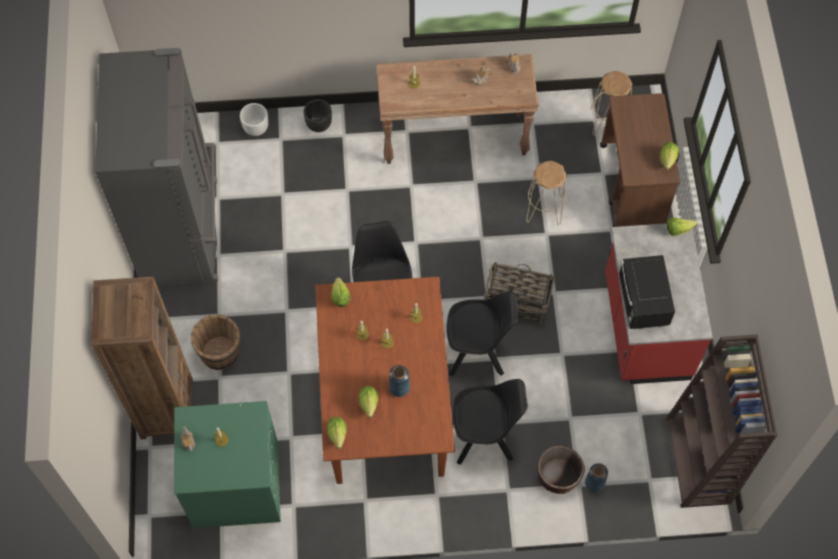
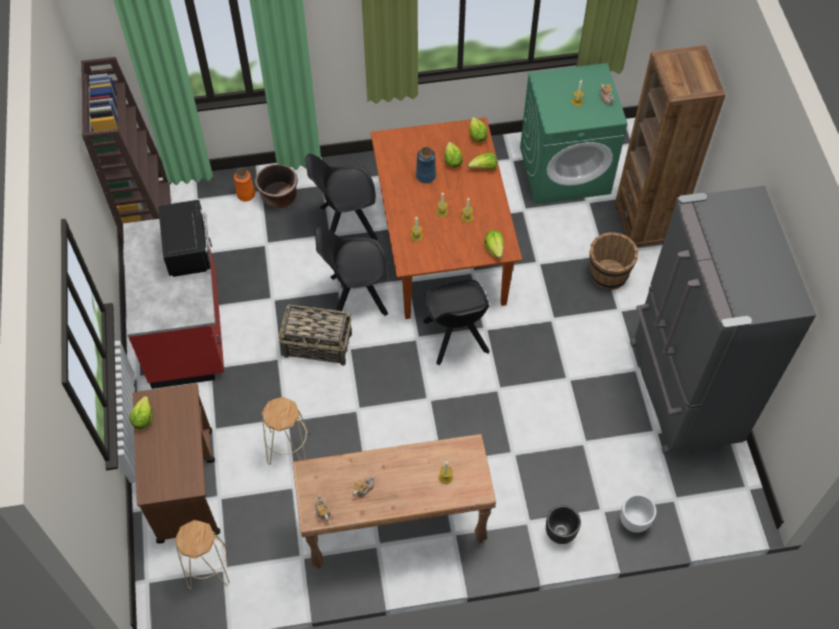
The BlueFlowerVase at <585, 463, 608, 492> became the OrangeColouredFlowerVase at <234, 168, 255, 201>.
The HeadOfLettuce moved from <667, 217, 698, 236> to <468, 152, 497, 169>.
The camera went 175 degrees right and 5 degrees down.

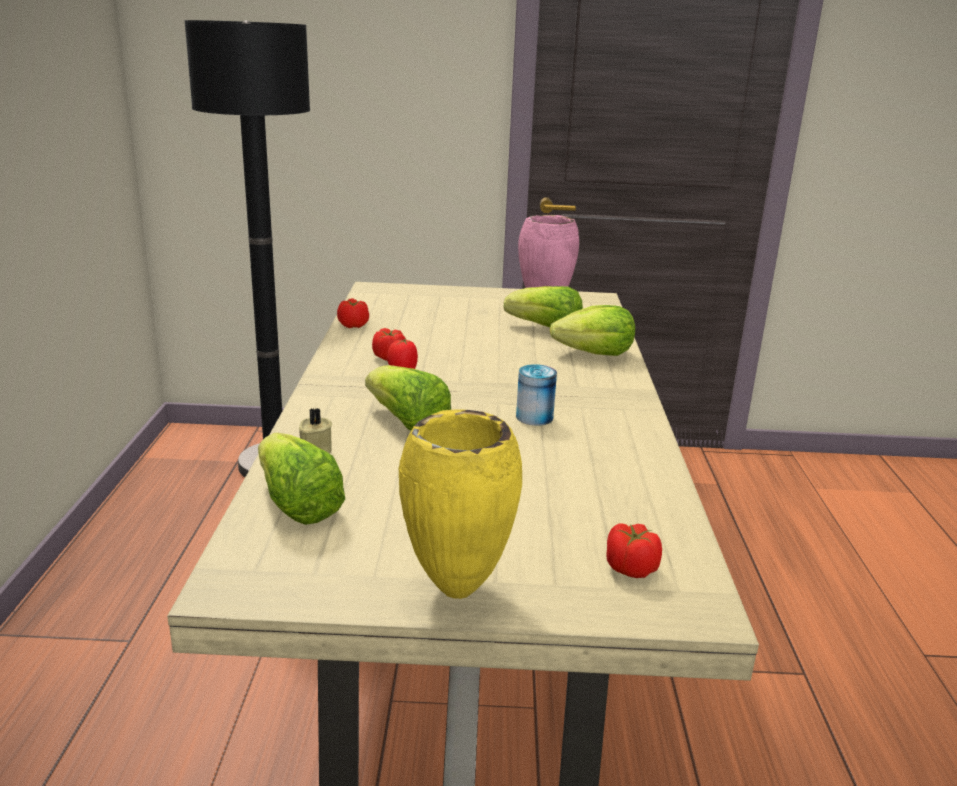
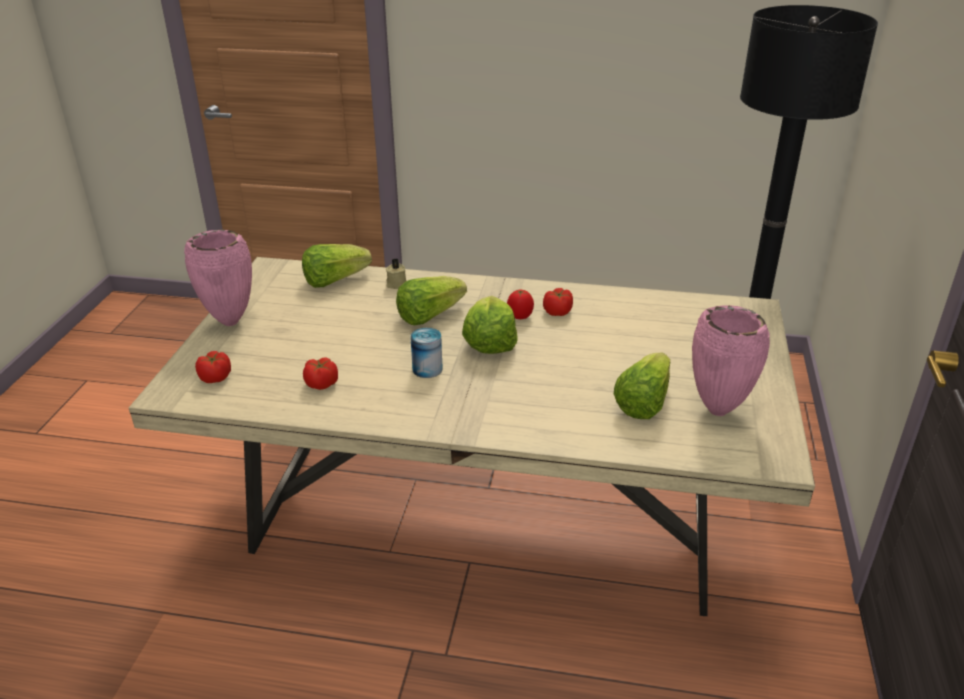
The Tomato moved from <337, 299, 369, 328> to <303, 357, 338, 390>.
The YellowishFlowerVase at <399, 409, 522, 599> became the PinkishFlowerVase at <184, 229, 252, 326>.
The HeadOfLettuce moved from <550, 305, 635, 356> to <462, 296, 518, 354>.
The camera went 100 degrees right and 10 degrees up.

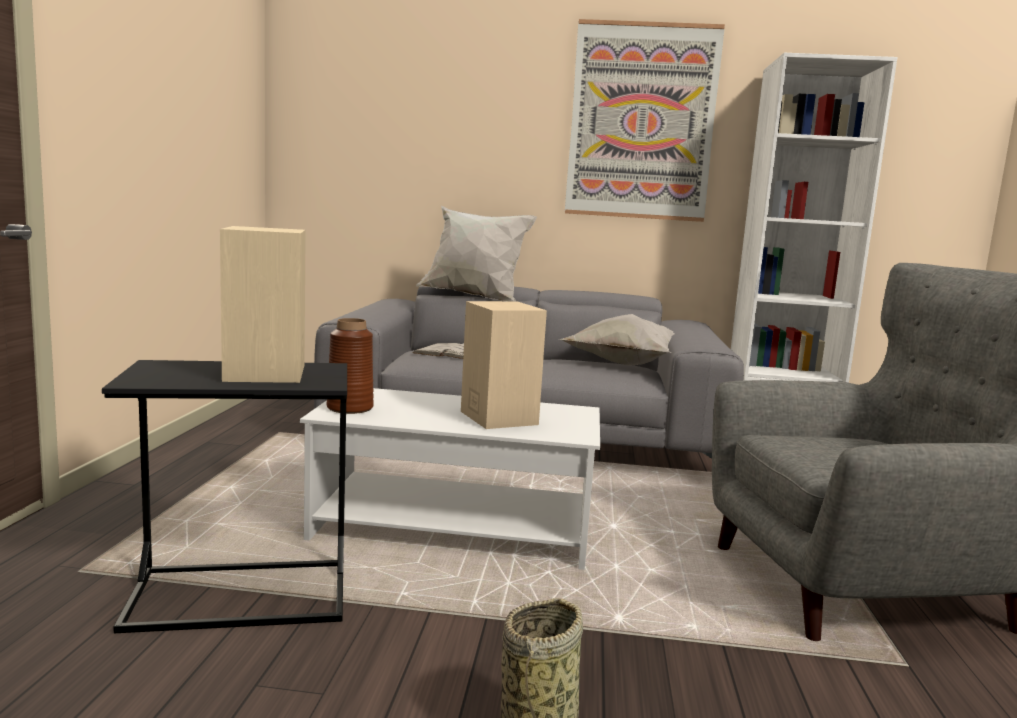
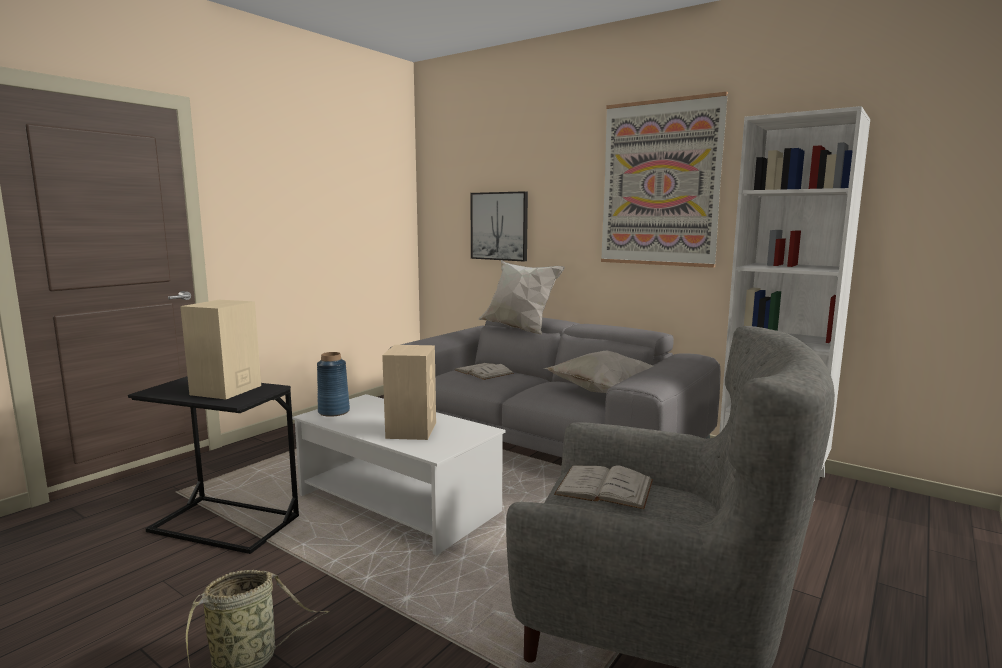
The BrownishFlowerVase at <327, 318, 374, 414> became the BlueFlowerVase at <317, 352, 350, 417>.
The WallPicture at <470, 191, 528, 261> appeared.
The WhiteBoundBook at <554, 465, 653, 509> appeared.
The camera went 30 degrees right and 0 degrees up.

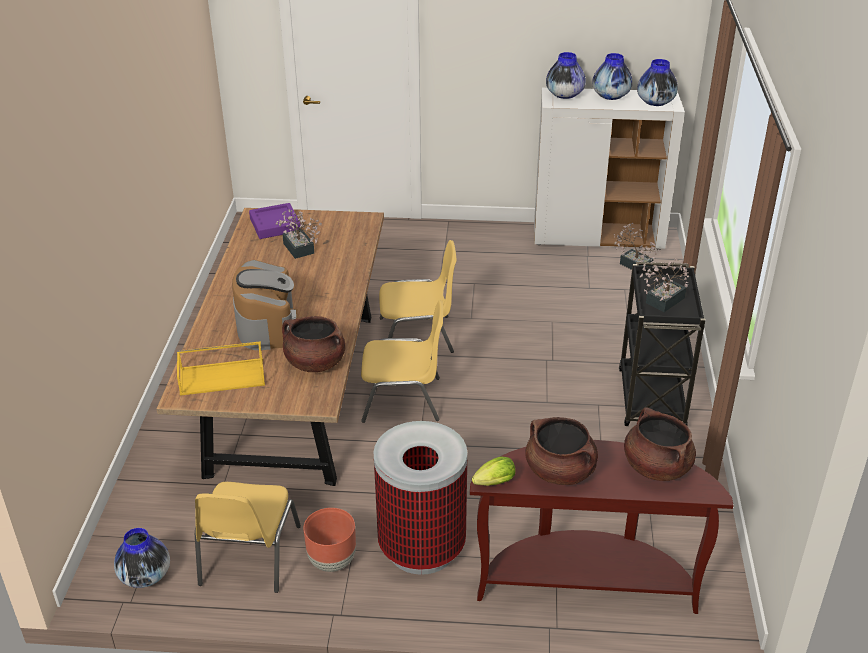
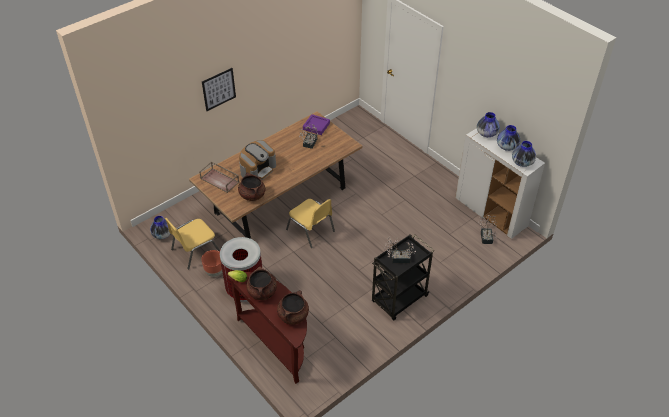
The YellowishTray at <177, 341, 265, 396> became the BrownishTray at <199, 161, 239, 193>.
The YellowishChair at <379, 240, 457, 353> disappeared.
The WallPicture at <202, 68, 236, 111> appeared.
The camera went 45 degrees right and 10 degrees up.

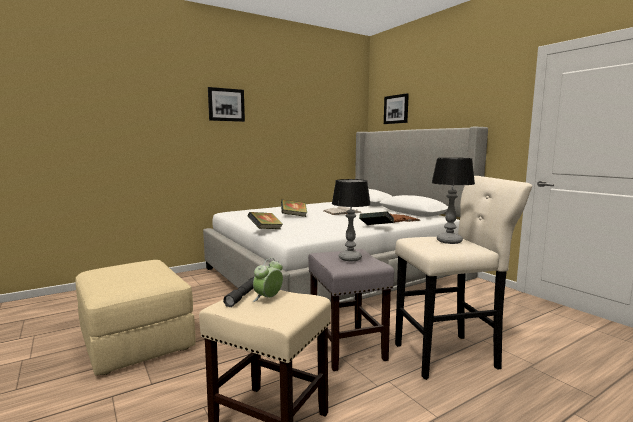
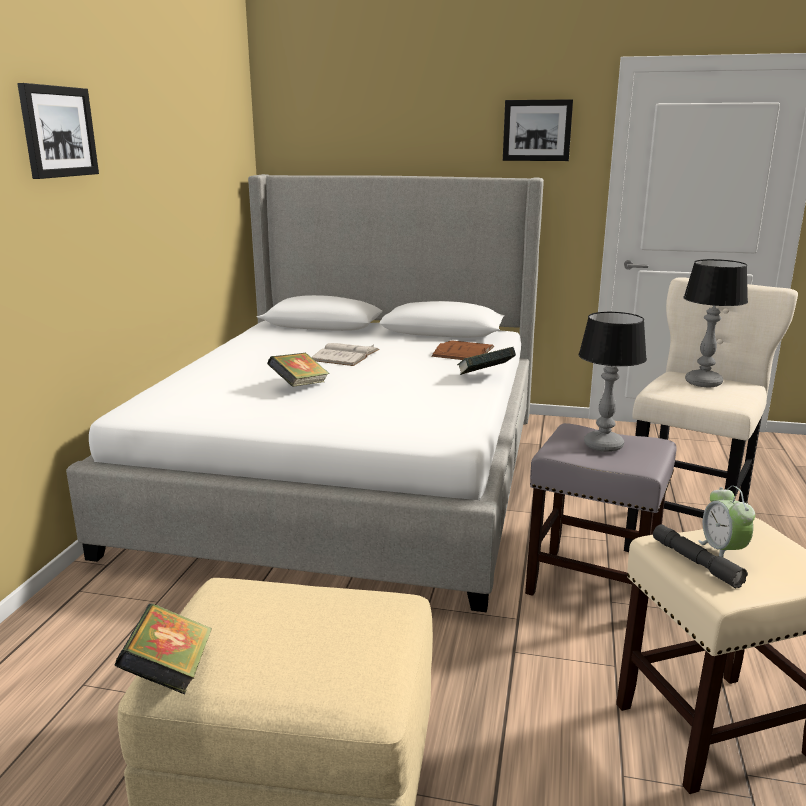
The BoundBook moved from <248, 212, 283, 229> to <115, 603, 212, 694>.
The WallPicture moved from <384, 93, 409, 124> to <503, 99, 573, 161>.
The camera went 45 degrees left and 10 degrees up.

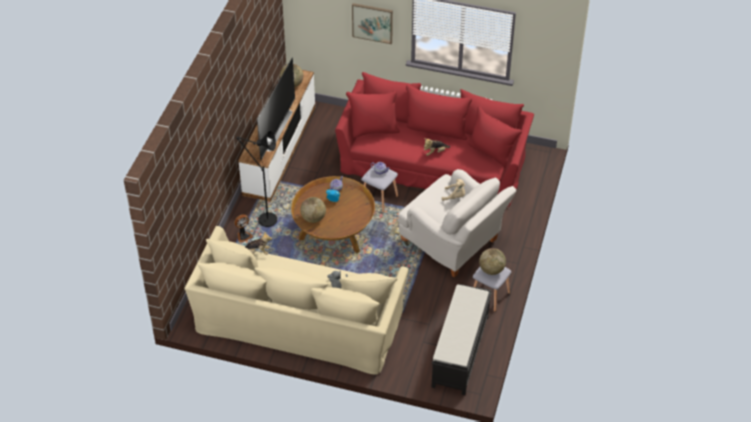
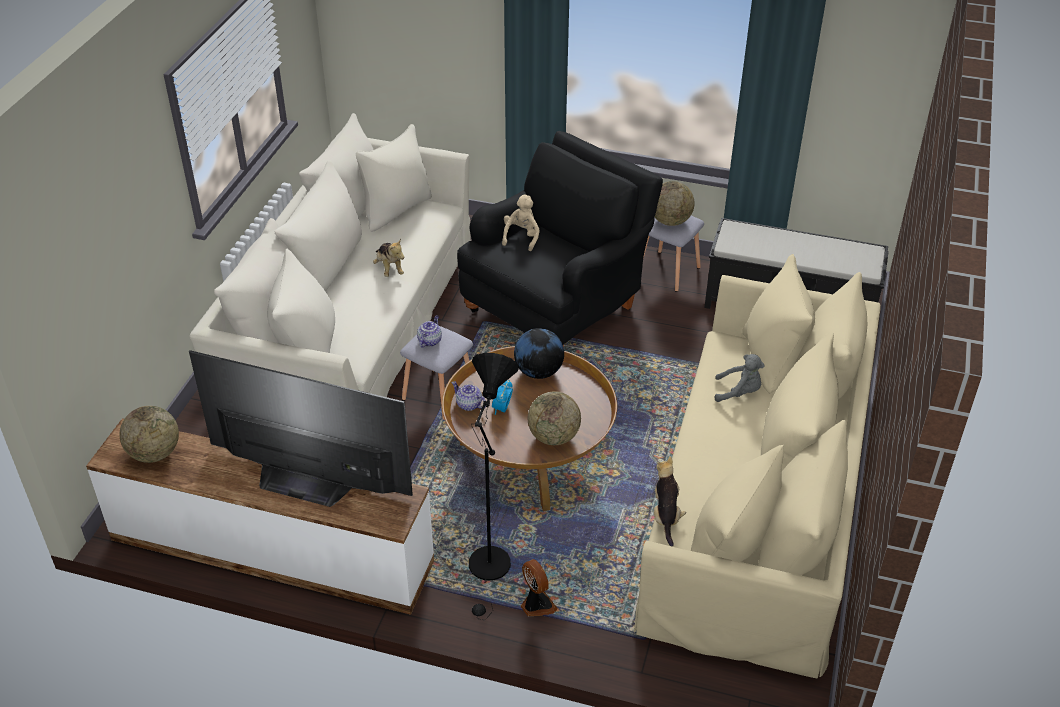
The RedSofa at <335, 72, 534, 207> became the BeigeColouredSofa at <189, 113, 471, 397>.
The WallPicture at <352, 3, 393, 44> disappeared.
The WhiteLoungeChair at <398, 169, 516, 278> became the BlackColouredLoungeChair at <457, 131, 663, 347>.
The DeskGlobe at <514, 328, 564, 379> appeared.
The camera went 90 degrees left and 5 degrees down.

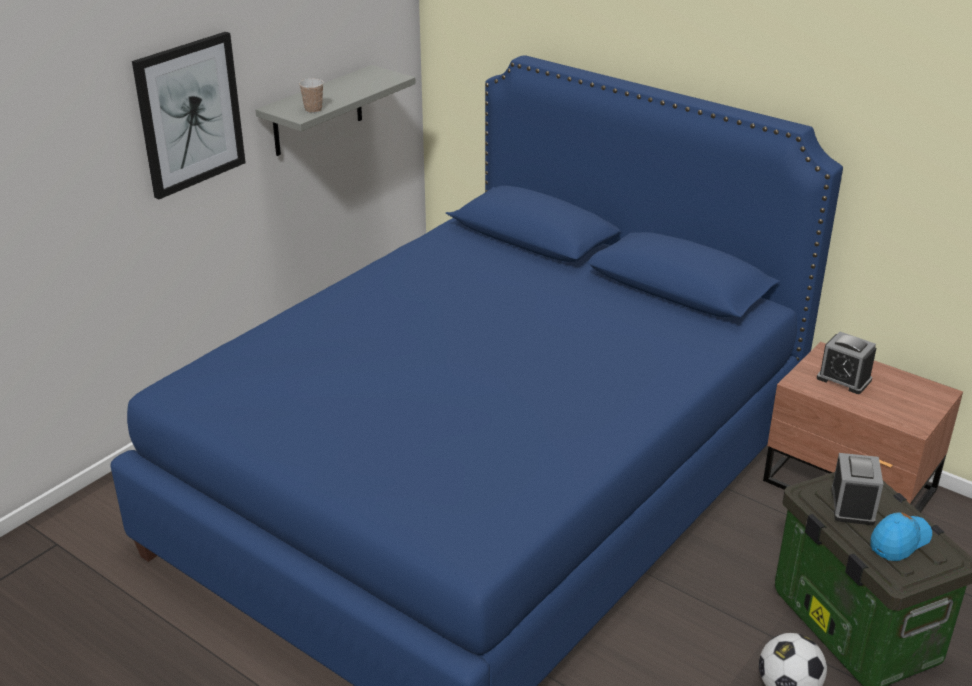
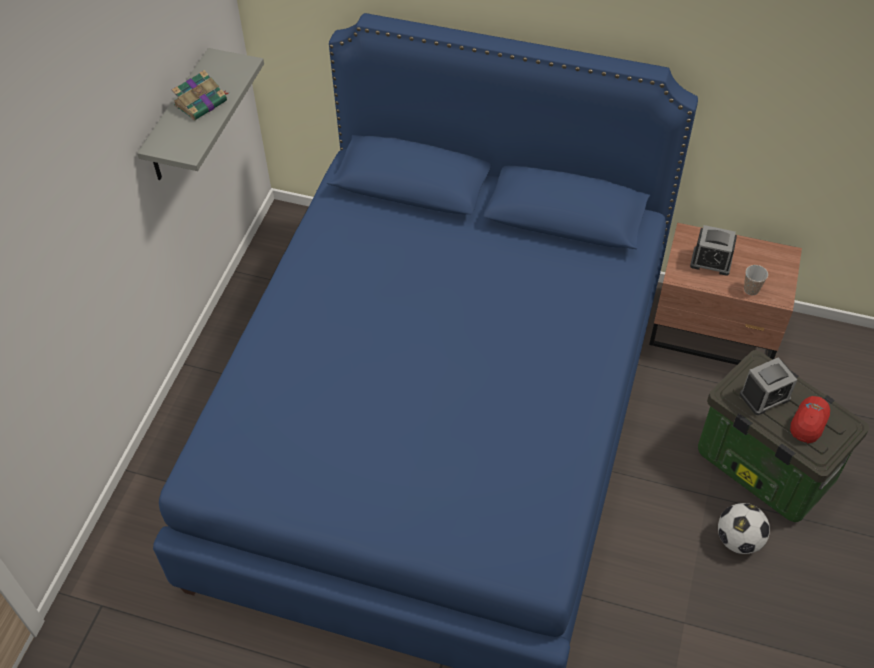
The WallPicture at <132, 32, 246, 199> disappeared.
The Cup moved from <299, 79, 324, 113> to <744, 265, 768, 295>.
The BedsideClock at <831, 453, 883, 525> turned 75 degrees clockwise.
The BlueCap at <870, 512, 932, 561> became the RedCap at <790, 396, 830, 443>.
The BoundBook at <172, 70, 228, 121> appeared.
The camera went 20 degrees left and 20 degrees up.

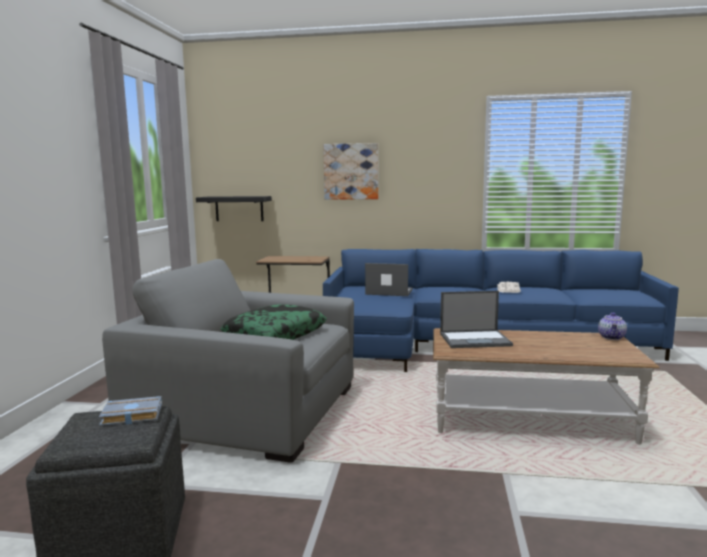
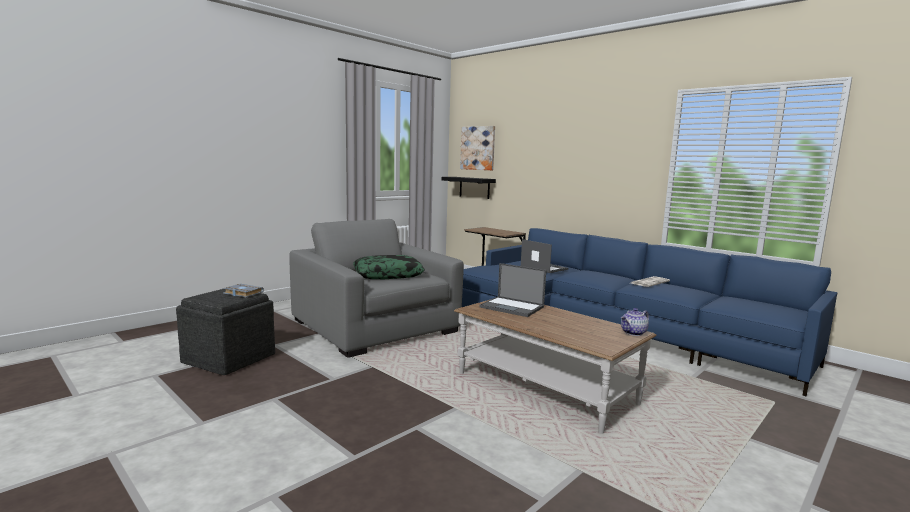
The WallPicture moved from <323, 143, 379, 200> to <460, 126, 495, 170>.
The camera went 35 degrees right and 0 degrees up.

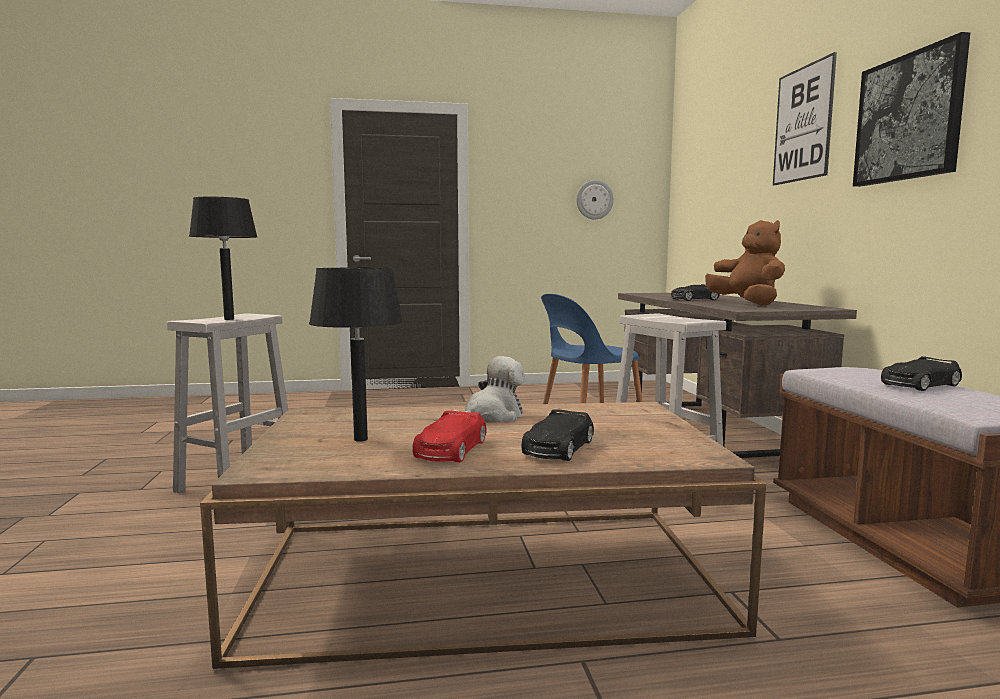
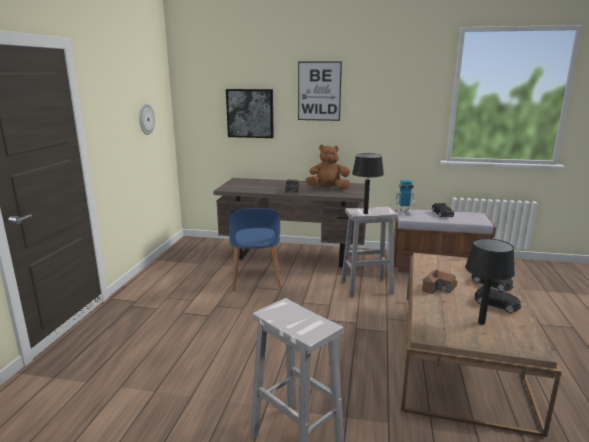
The BlackColouredTableLamp moved from <189, 197, 258, 320> to <352, 153, 384, 214>.
The RedModelCar at <413, 411, 486, 462> became the BlackColouredModelCar at <475, 286, 522, 313>.
The PlushToy at <450, 356, 525, 422> was replaced by the MiniatureHouse at <422, 269, 457, 294>.
The WallPicture moved from <853, 32, 971, 187> to <226, 89, 274, 138>.
The RobotFigure at <395, 180, 416, 216> appeared.
The camera went 70 degrees left and 10 degrees up.

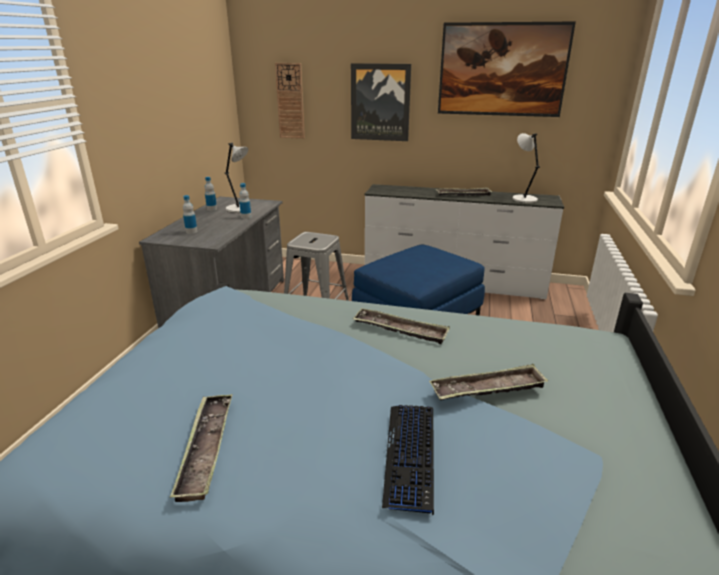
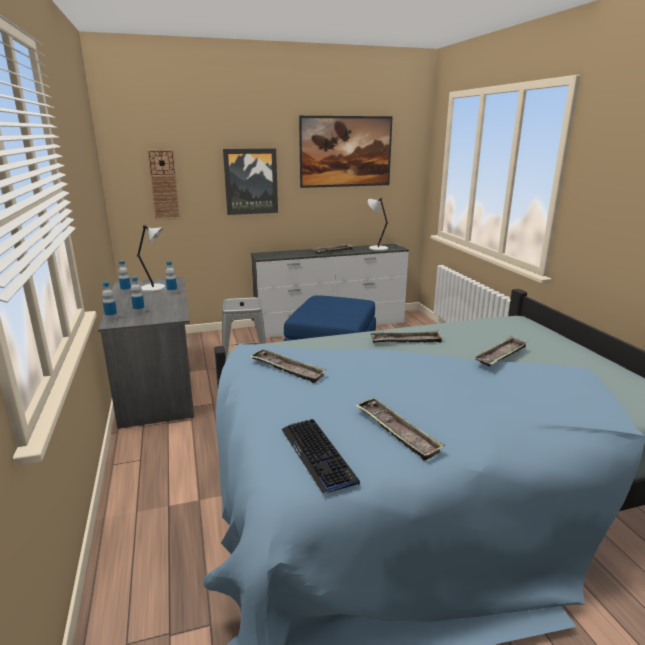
The Keyboard moved from <382, 405, 434, 515> to <282, 419, 360, 493>.
The DrinkBottle at <102, 282, 118, 321> appeared.
The Tray at <250, 349, 327, 383> appeared.
The camera went 30 degrees left and 5 degrees down.

